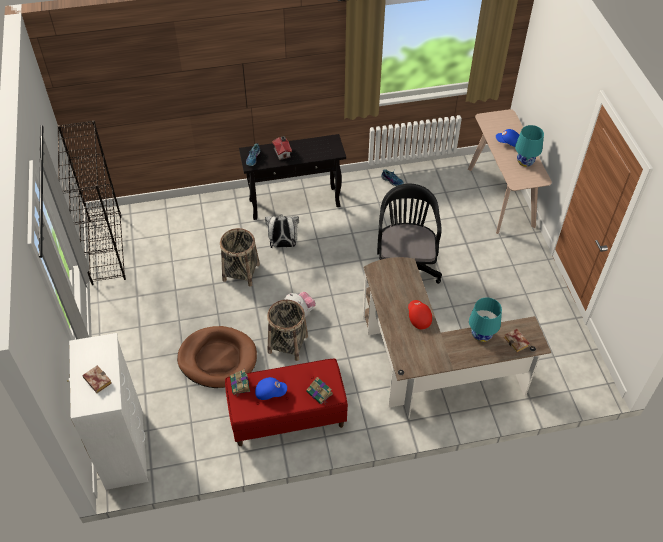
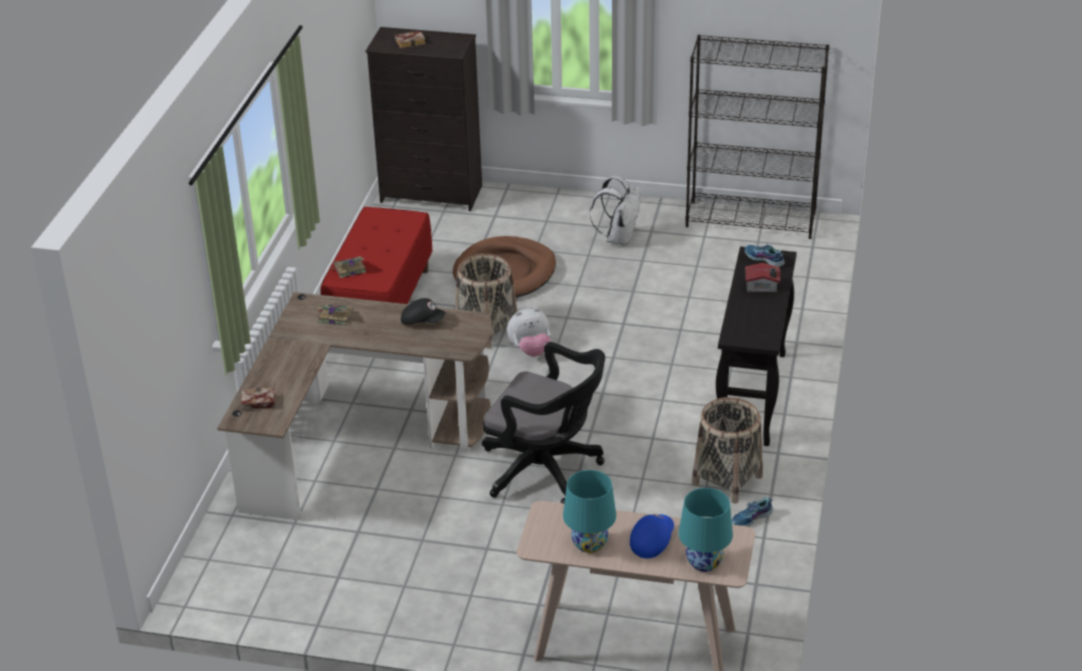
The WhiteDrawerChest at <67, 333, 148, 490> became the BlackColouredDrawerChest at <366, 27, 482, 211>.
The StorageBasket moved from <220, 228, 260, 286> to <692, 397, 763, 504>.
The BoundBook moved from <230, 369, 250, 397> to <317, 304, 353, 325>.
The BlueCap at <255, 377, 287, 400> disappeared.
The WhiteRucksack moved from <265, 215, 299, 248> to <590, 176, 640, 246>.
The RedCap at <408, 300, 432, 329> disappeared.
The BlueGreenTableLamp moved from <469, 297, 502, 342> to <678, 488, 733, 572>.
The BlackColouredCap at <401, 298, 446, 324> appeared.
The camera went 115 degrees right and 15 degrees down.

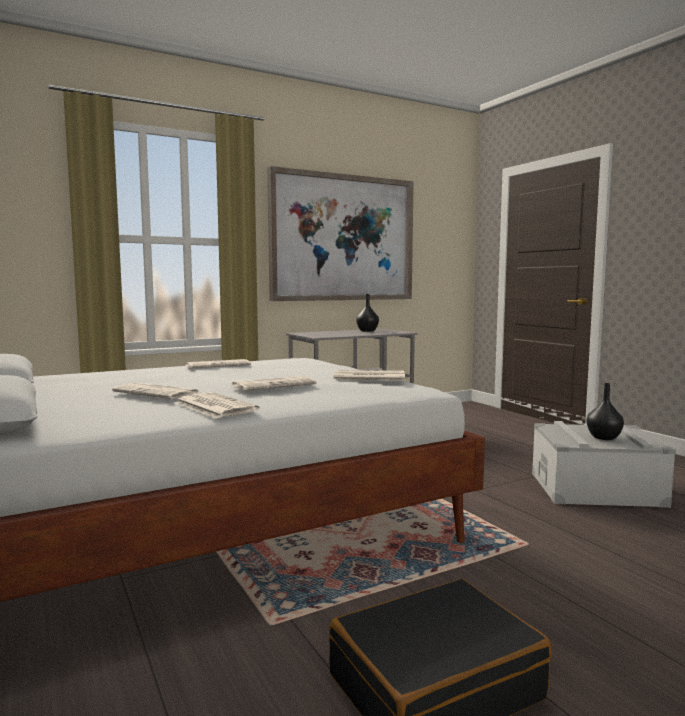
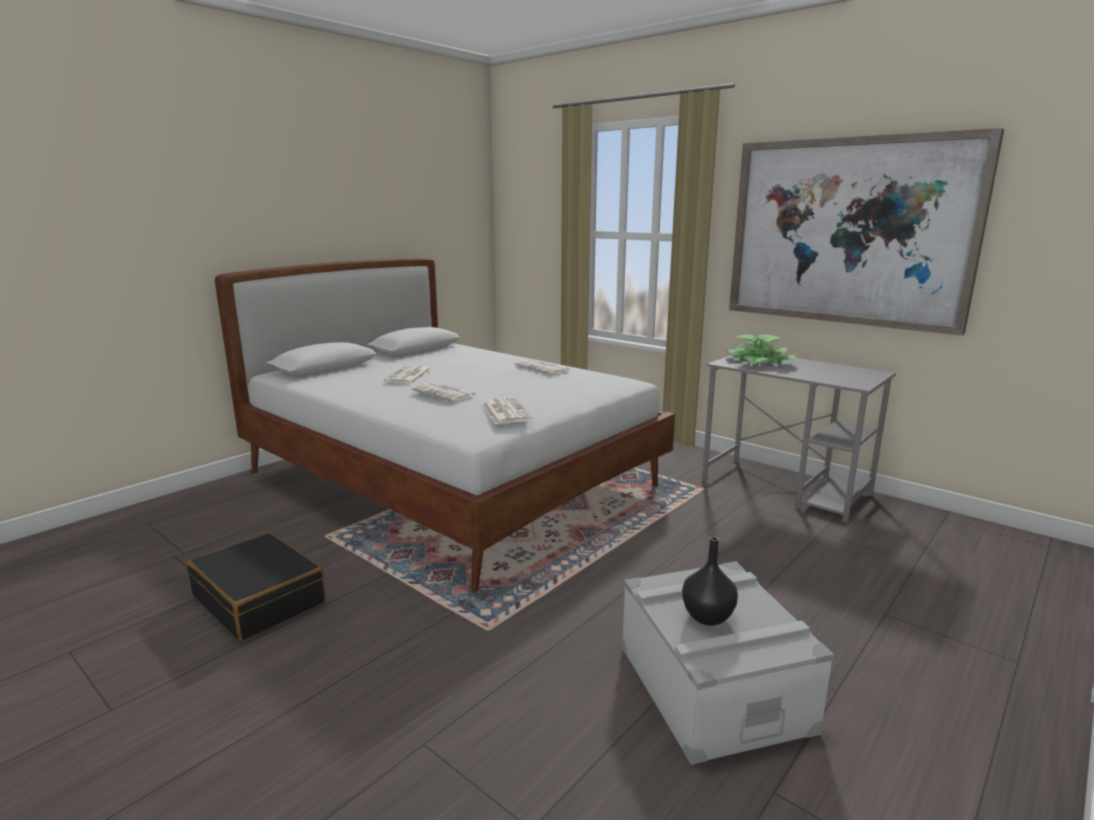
The Newspaper at <176, 392, 260, 418> disappeared.
The BlackColouredFlowerVase at <356, 294, 379, 332> disappeared.
The PlantInAPot at <726, 335, 796, 365> appeared.
The camera went 70 degrees right and 10 degrees up.

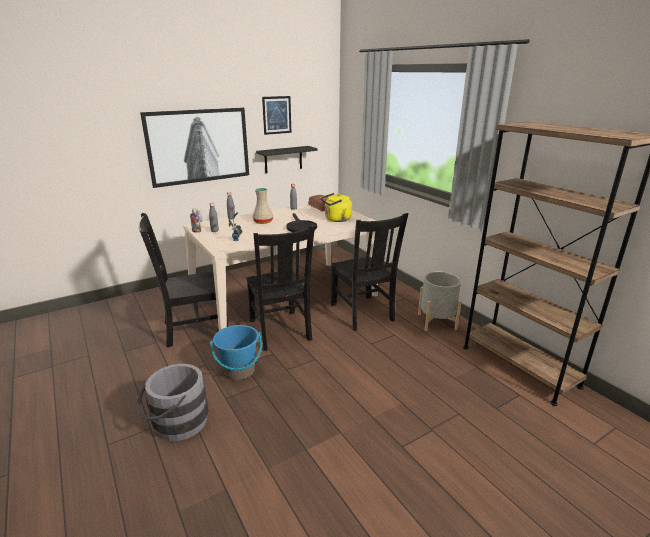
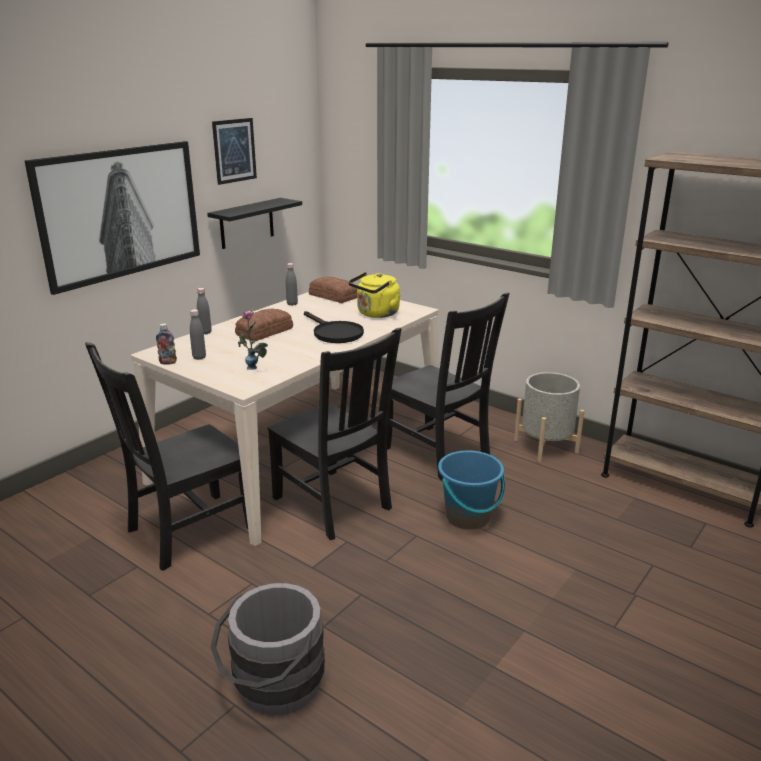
The BlueBucket moved from <210, 325, 262, 380> to <438, 450, 505, 530>.
The BeigeColouredFlowerVase at <253, 188, 273, 224> was replaced by the Bread at <235, 308, 293, 341>.
The camera went 20 degrees left and 0 degrees up.

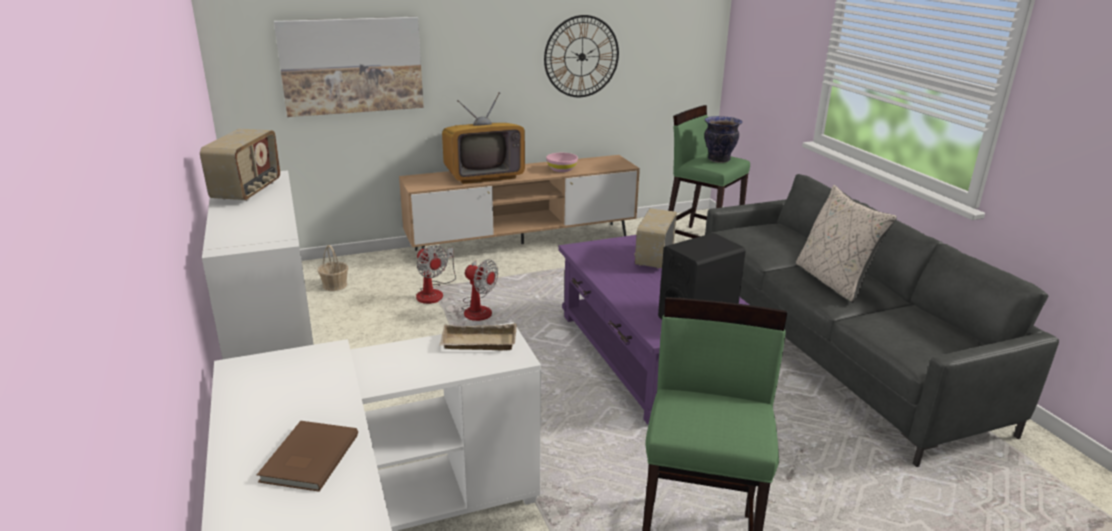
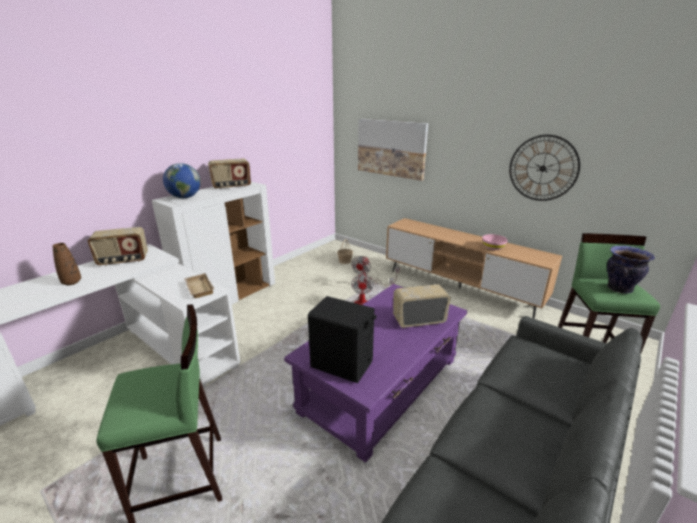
The BrownishBoundBook at <257, 421, 358, 492> was replaced by the BrownishFlowerVase at <53, 243, 81, 285>.
The Television at <442, 92, 525, 184> disappeared.
The BeigeColouredPillow at <796, 185, 897, 303> disappeared.
The RadioSet at <87, 227, 148, 266> appeared.
The DeskGlobe at <163, 163, 201, 198> appeared.
The camera went 60 degrees right and 0 degrees up.

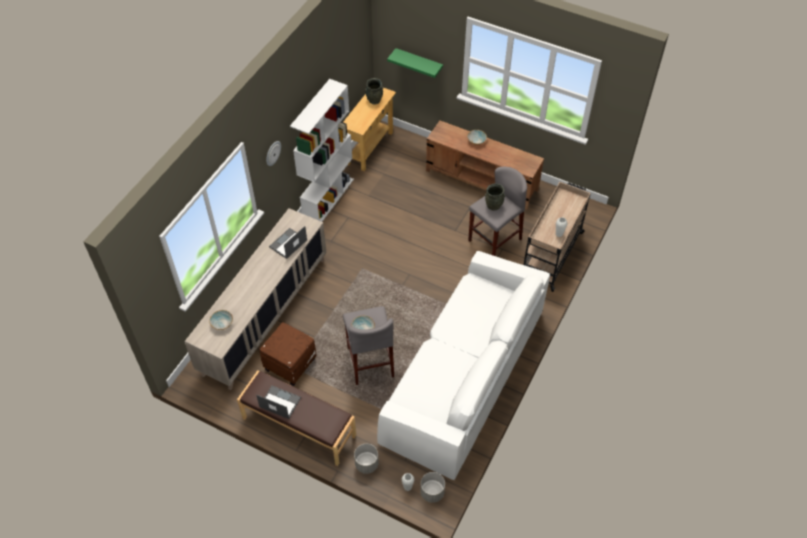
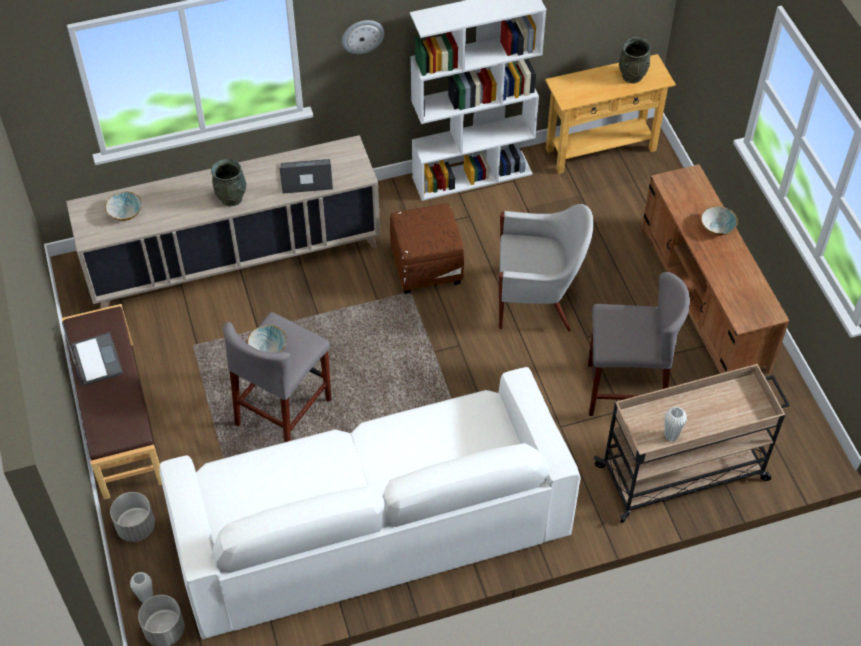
The BrownishOttoman moved from <259, 322, 317, 386> to <390, 203, 464, 294>.
The GreenColouredBracketShelf at <387, 48, 443, 78> disappeared.
The GreyFlowerVase moved from <485, 183, 505, 211> to <211, 159, 246, 207>.
The WhiteLoungeChair at <499, 204, 594, 332> appeared.
The camera went 45 degrees right and 0 degrees up.

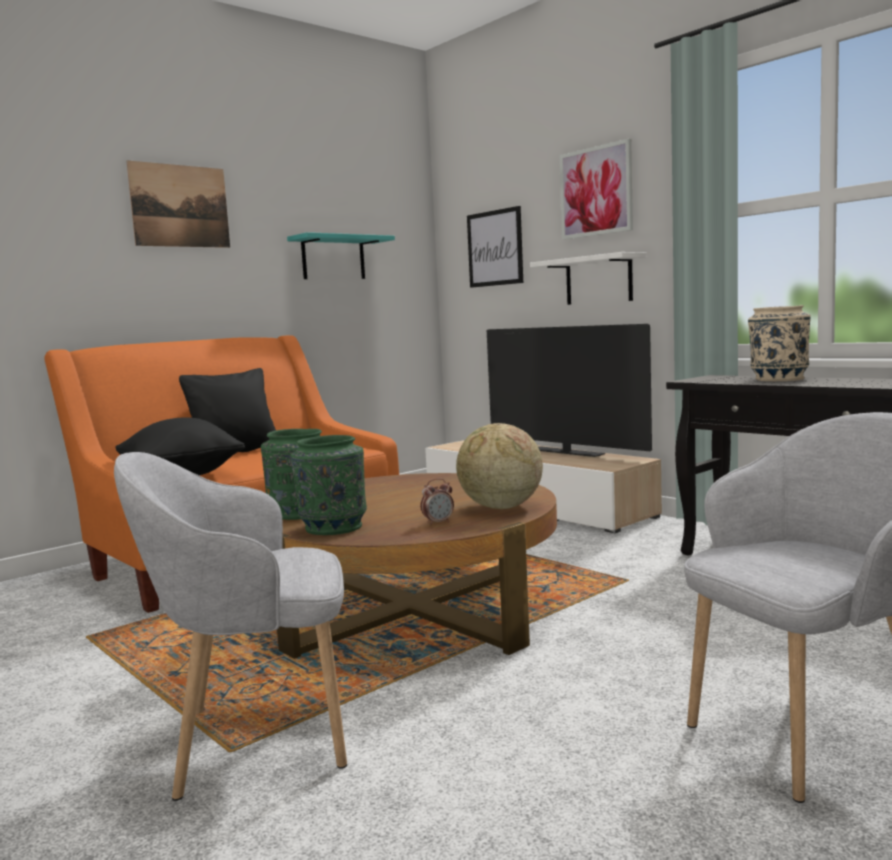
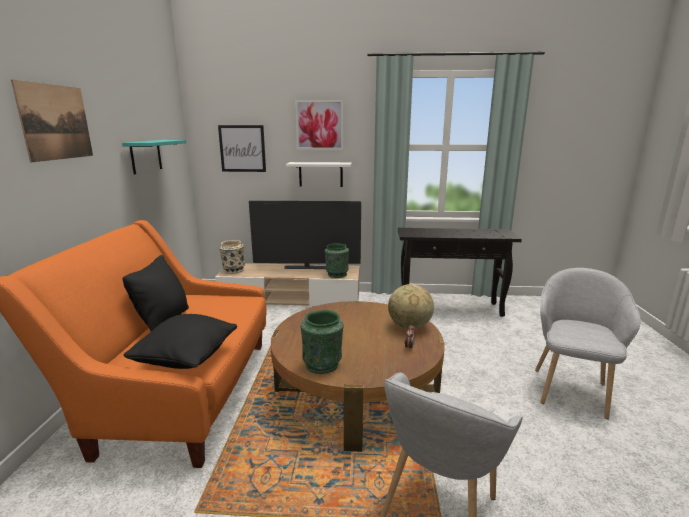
The GreenColouredFlowerVase moved from <290, 435, 367, 535> to <325, 243, 349, 278>.
The BeigeColouredFlowerVase moved from <748, 305, 811, 381> to <219, 240, 245, 274>.
The camera went 45 degrees left and 10 degrees up.

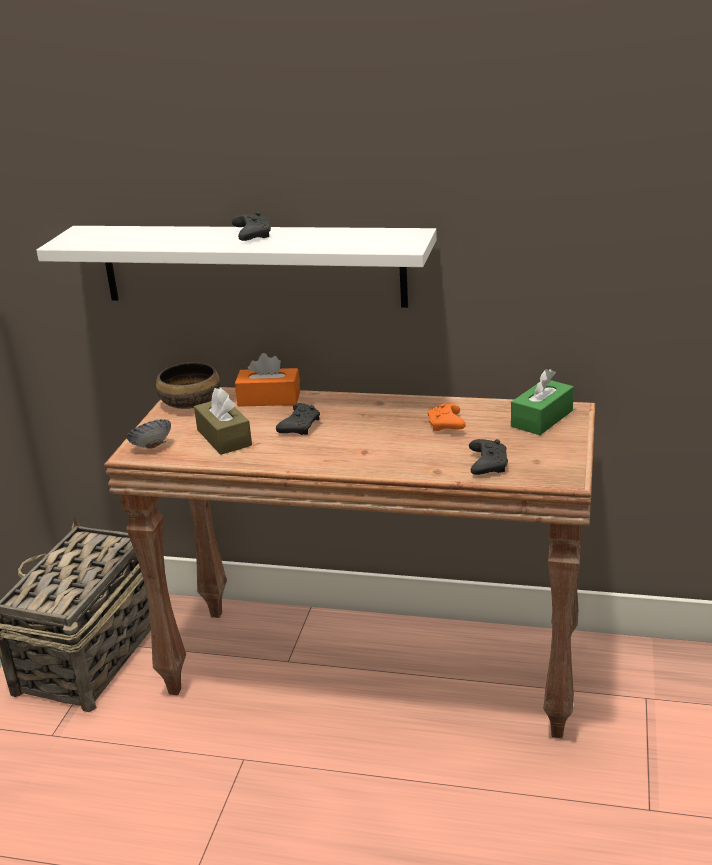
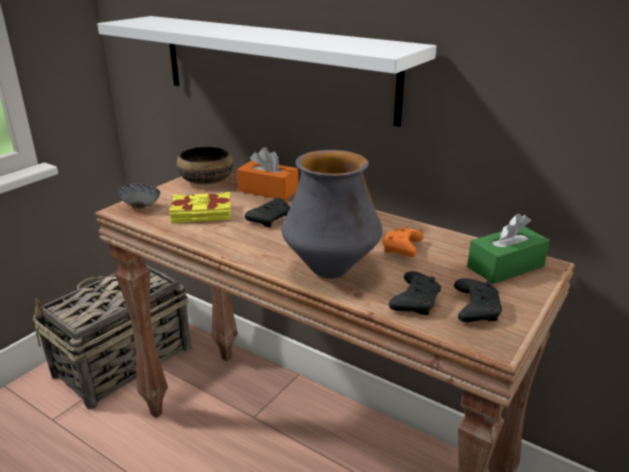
The BrownishBoxOfTissues at <194, 388, 252, 455> was replaced by the YellowishBoundBook at <169, 192, 231, 223>.
The BlackColouredGameController moved from <232, 212, 271, 241> to <454, 278, 502, 322>.
The FlowerVase at <281, 150, 382, 279> appeared.
The camera went 20 degrees right and 0 degrees up.

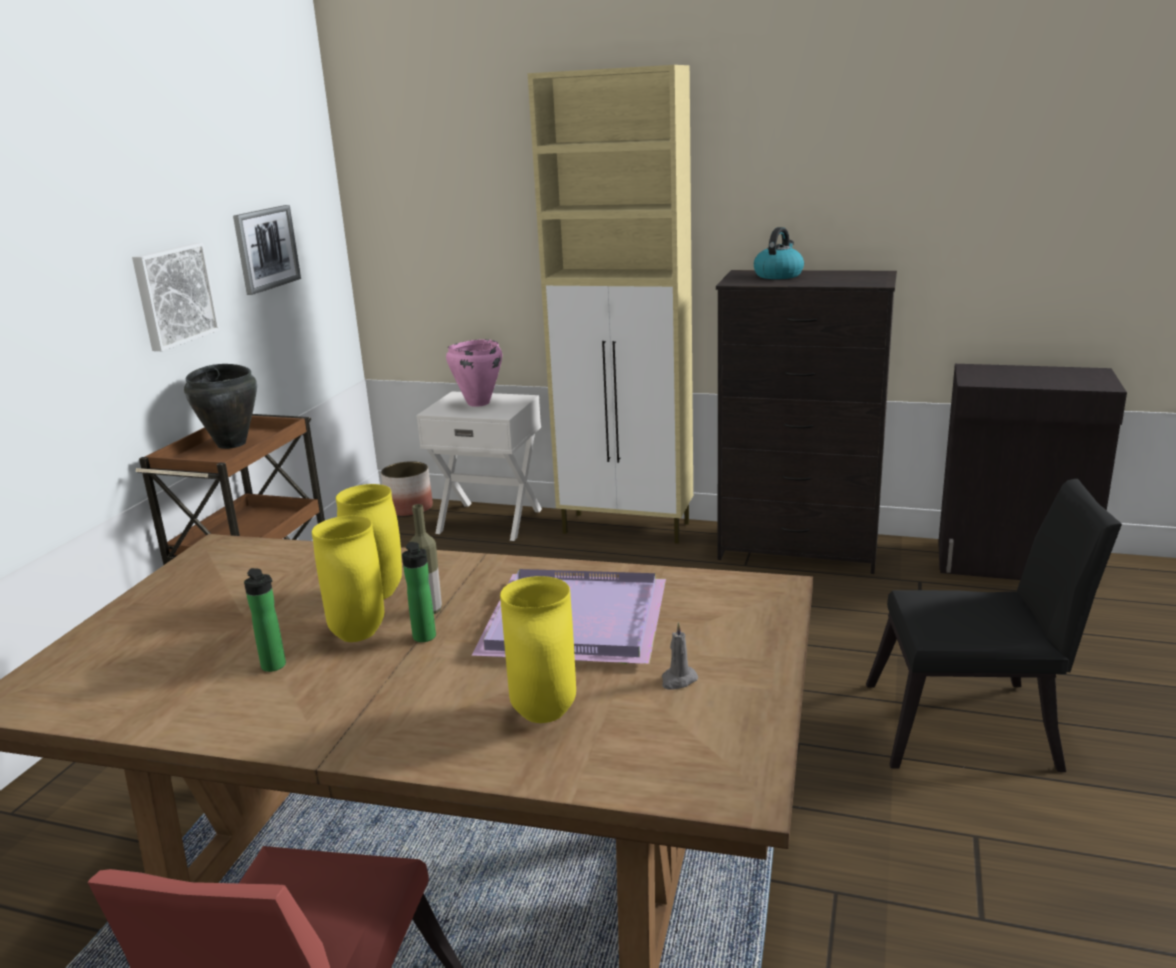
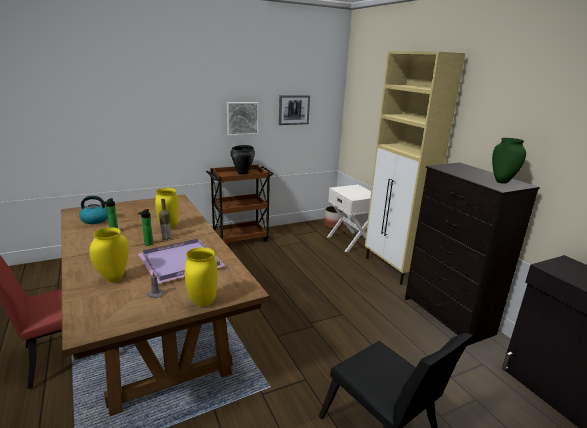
The YellowishFlowerVase moved from <312, 515, 384, 642> to <185, 247, 217, 307>.
The PinkishStockpot at <446, 339, 502, 407> disappeared.
The Kettle moved from <754, 227, 804, 279> to <79, 196, 108, 224>.
The GreenColouredFlowerVase at <492, 138, 526, 184> appeared.
The camera went 45 degrees right and 0 degrees up.

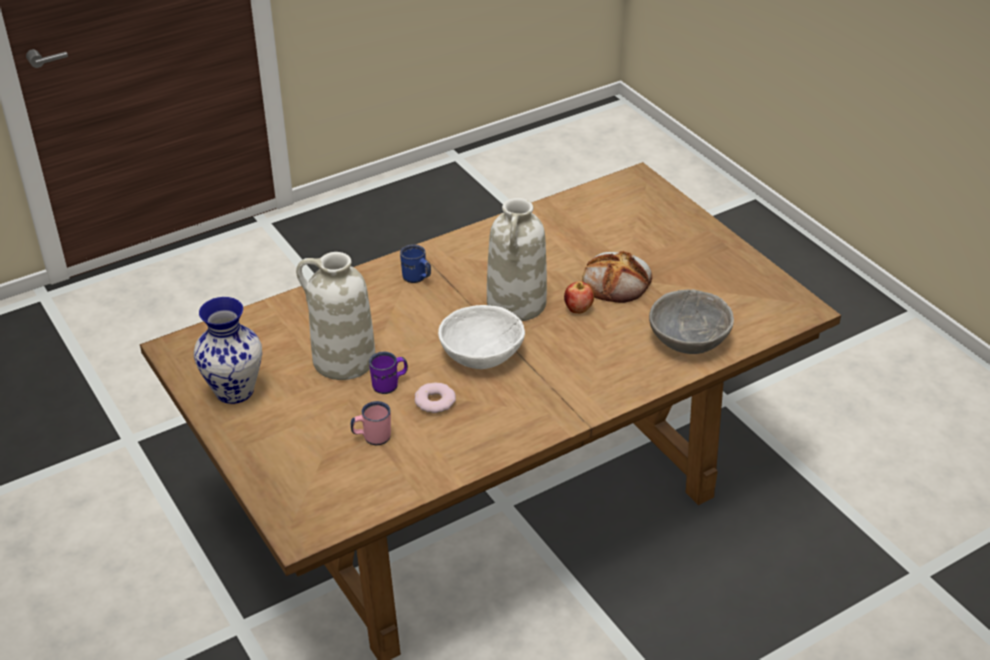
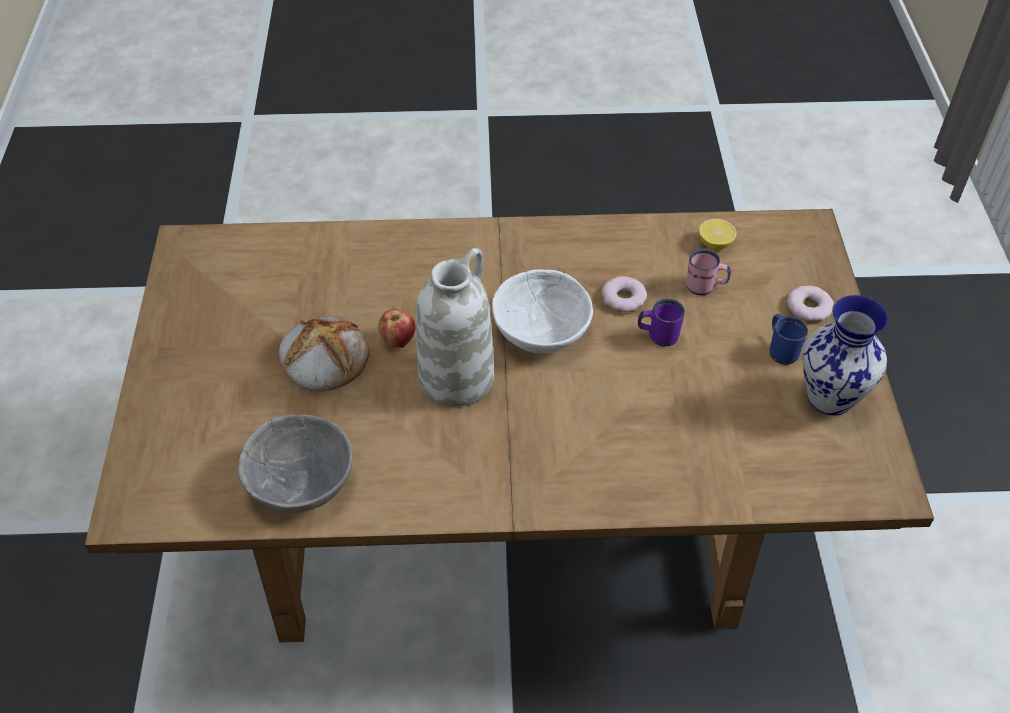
The WhiteFlowerVase at <296, 252, 375, 380> disappeared.
The BlueTeaMug moved from <400, 244, 431, 283> to <770, 314, 808, 365>.
The GreyServingBowl moved from <649, 289, 734, 354> to <238, 415, 353, 513>.
The CitrusFruit at <699, 219, 737, 250> appeared.
The Donut at <787, 286, 834, 321> appeared.
The camera went 150 degrees left and 10 degrees up.

